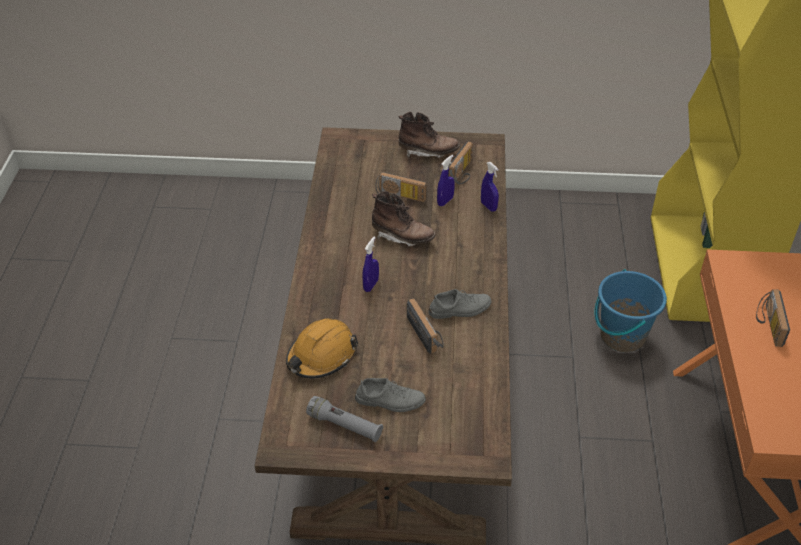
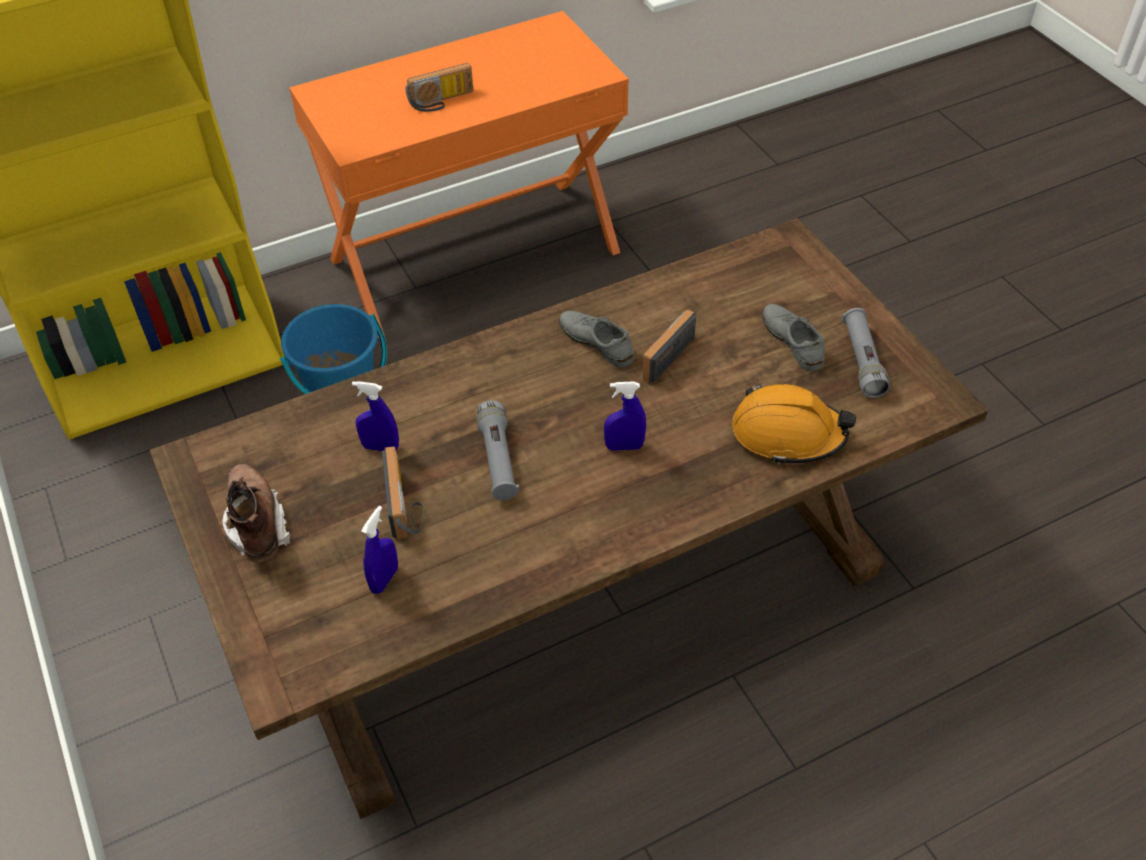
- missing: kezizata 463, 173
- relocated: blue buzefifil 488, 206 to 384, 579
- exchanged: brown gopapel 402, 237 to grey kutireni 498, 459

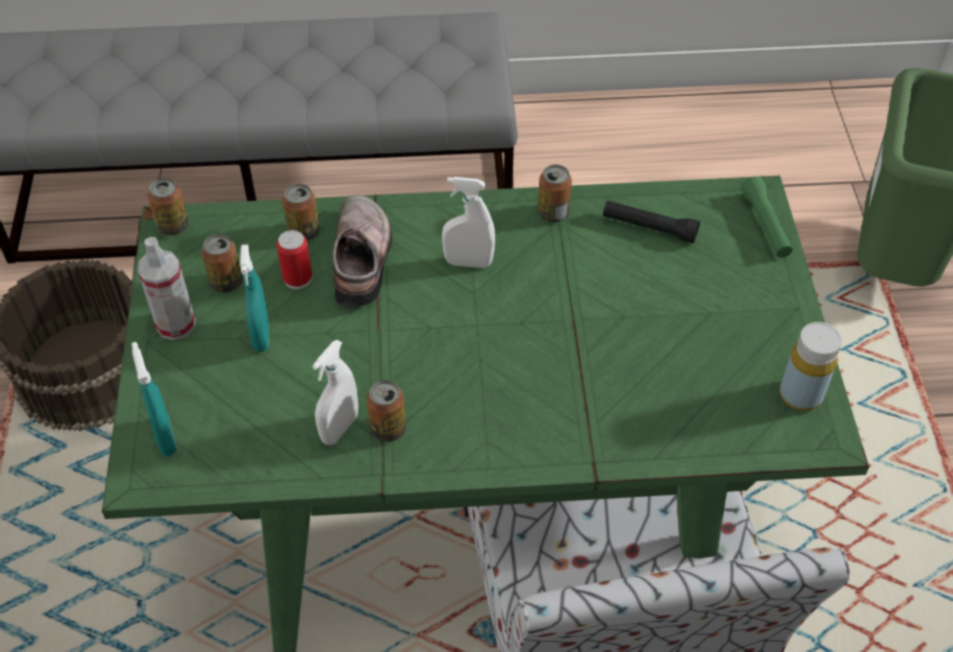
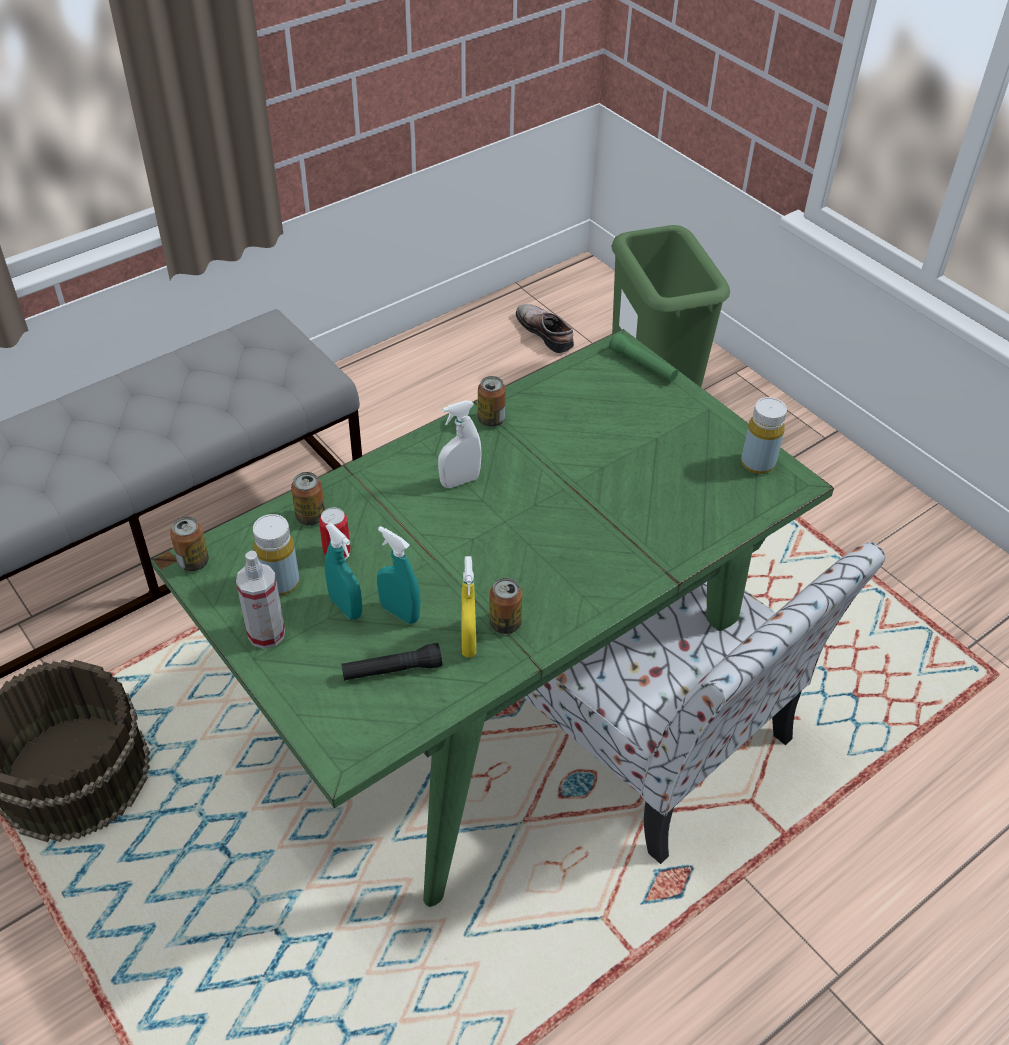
- relocated: turquoise buzefifil 165, 437 to 400, 612
- relocated: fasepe 364, 258 to 547, 332
- relocated: black kutireni 649, 228 to 392, 670
- exchanged: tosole 226, 282 to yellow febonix 280, 583
- colour: white buzefifil 339, 428 to yellow buzefifil 468, 641

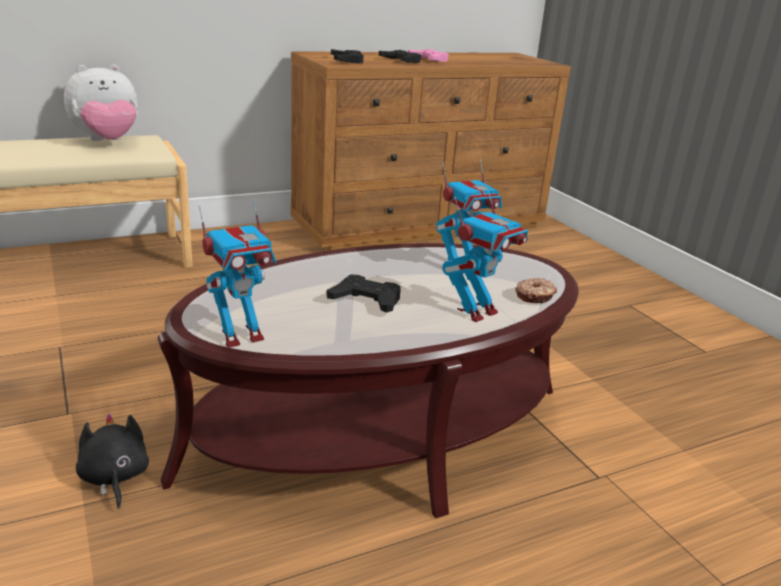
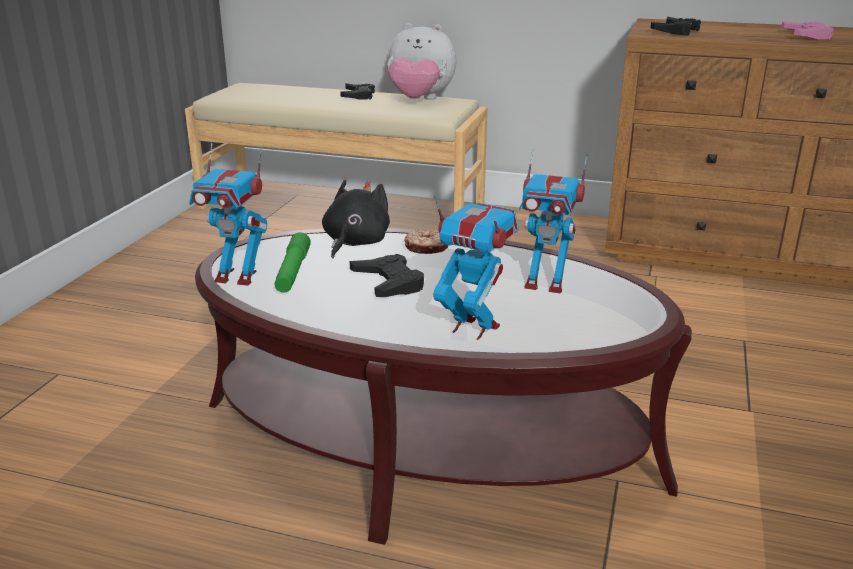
- appeared: green kutireni 293, 271
- relocated: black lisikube 114, 477 to 354, 243
- relocated: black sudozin 400, 61 to 358, 96
- relocated: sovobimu 535, 296 to 426, 248
- spun: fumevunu 476, 312 = 473, 328 150 degrees counterclockwise

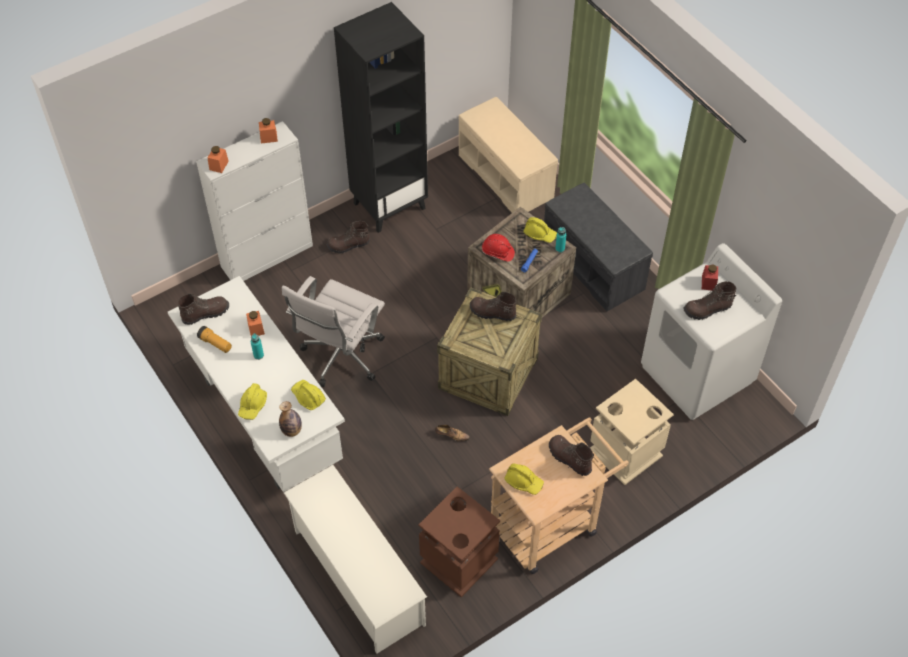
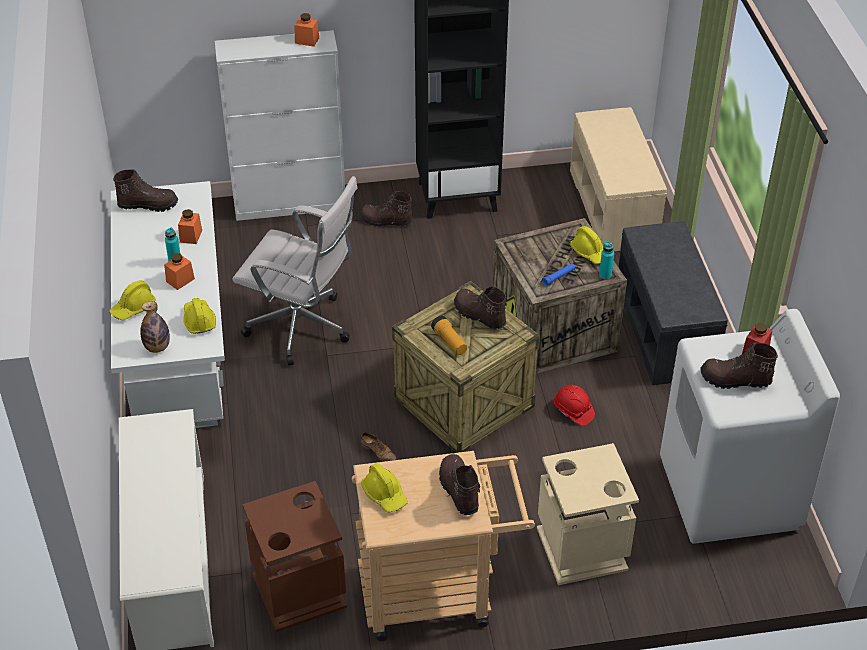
- relocated: kutireni 215, 343 to 449, 342
- relocated: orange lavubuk 219, 165 to 180, 280
- relocated: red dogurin 498, 252 to 573, 411
- spun: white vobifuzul 340, 358 = 303, 328 120 degrees counterclockwise

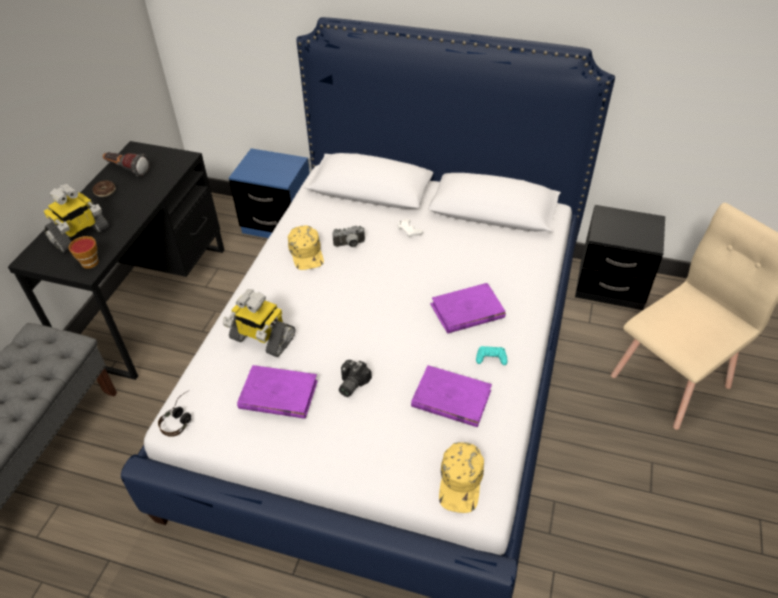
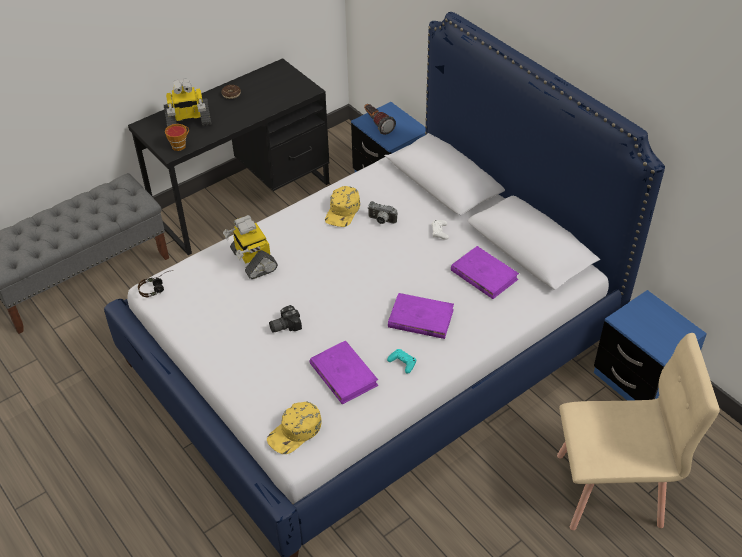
- relocated: kutireni 127, 170 to 377, 124
- relocated: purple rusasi 278, 395 to 483, 275
- colour: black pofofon 610, 286 to blue pofofon 639, 381

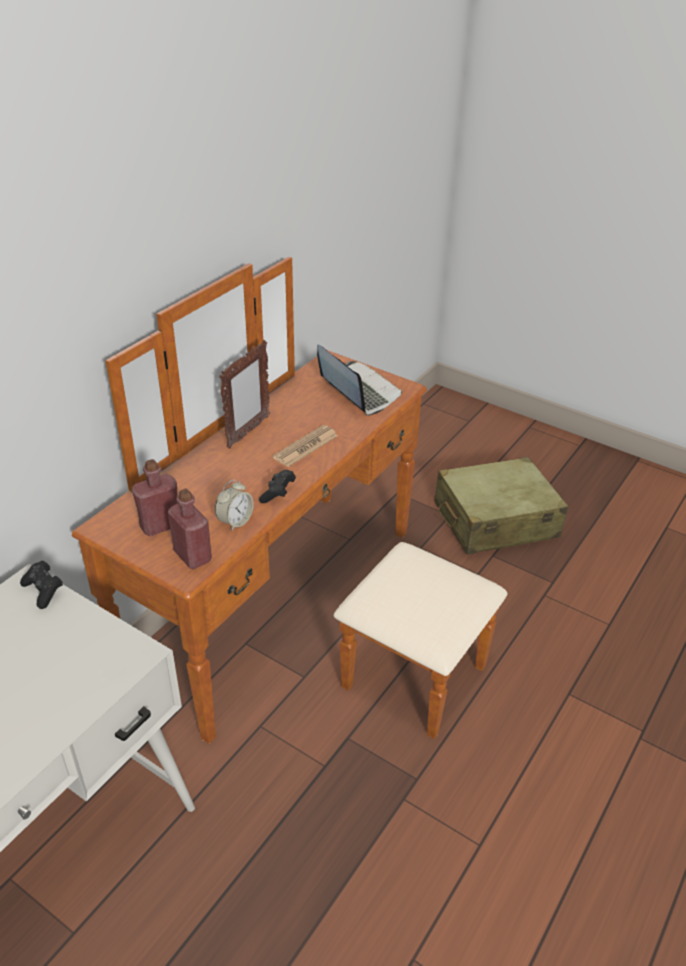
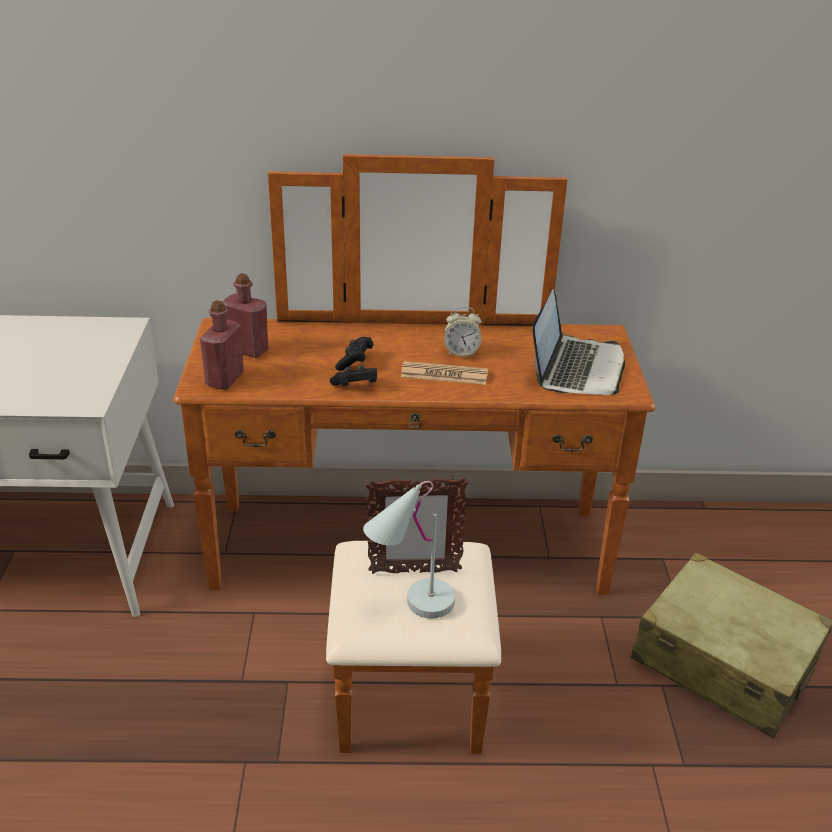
- appeared: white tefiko 409, 605
- relocated: black sudozin 44, 591 to 355, 362
- relocated: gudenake 235, 521 to 461, 352
- relocated: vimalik 248, 432 to 414, 571

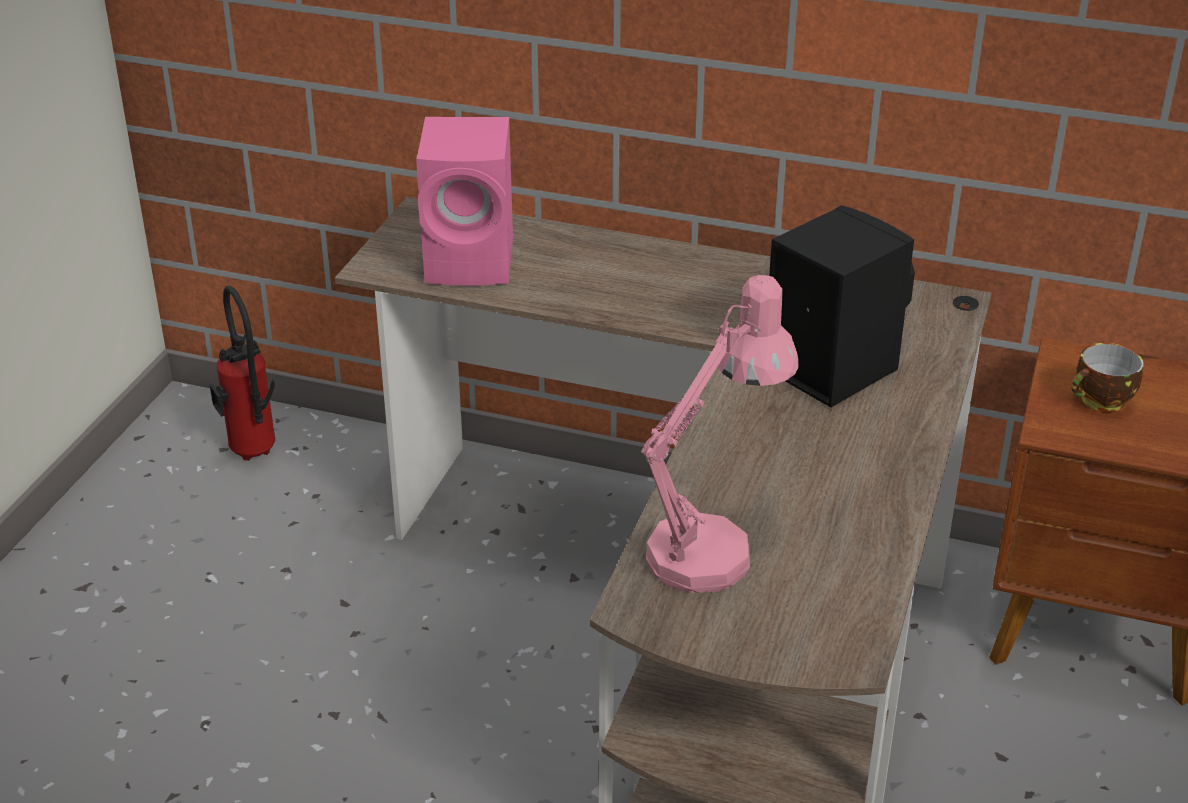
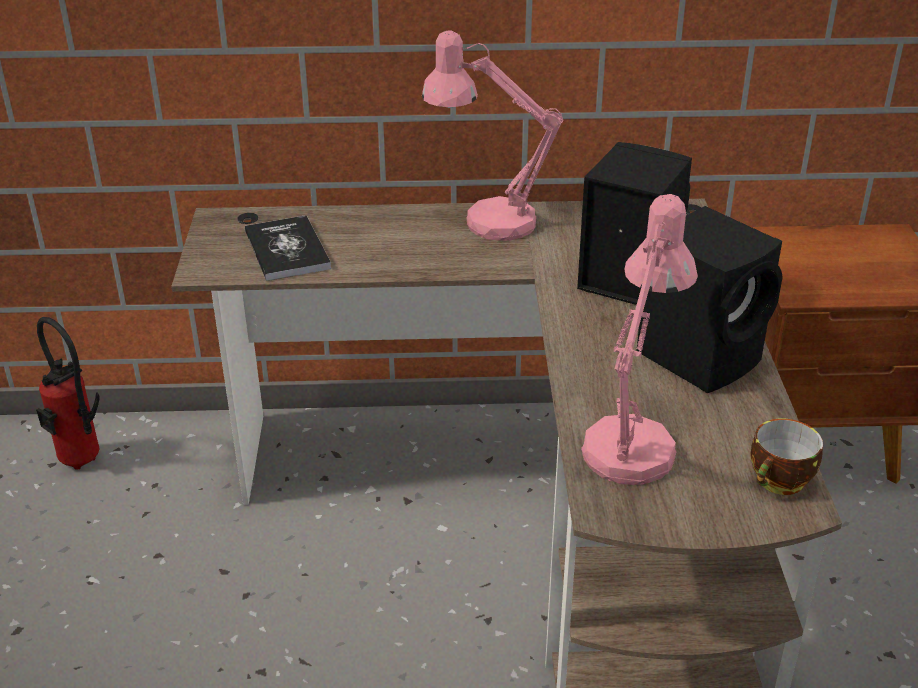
- appeared: pink tefiko 486, 221
- appeared: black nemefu 702, 356
- relocated: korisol 1101, 402 to 780, 482
- exchanged: pink nemefu 473, 261 to rusasi 287, 250

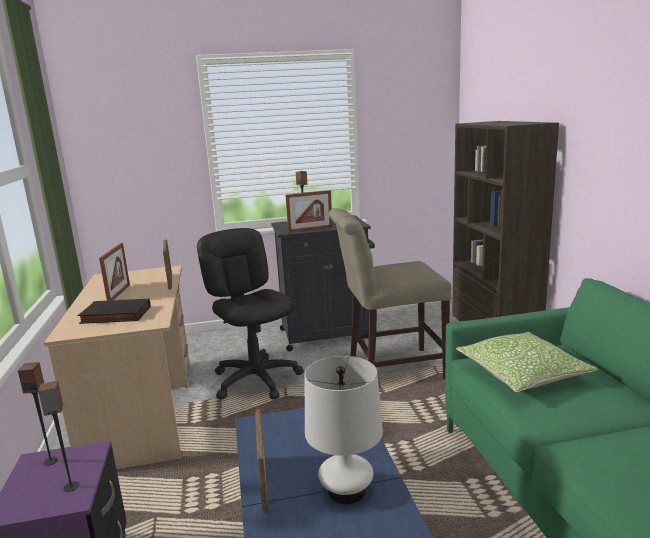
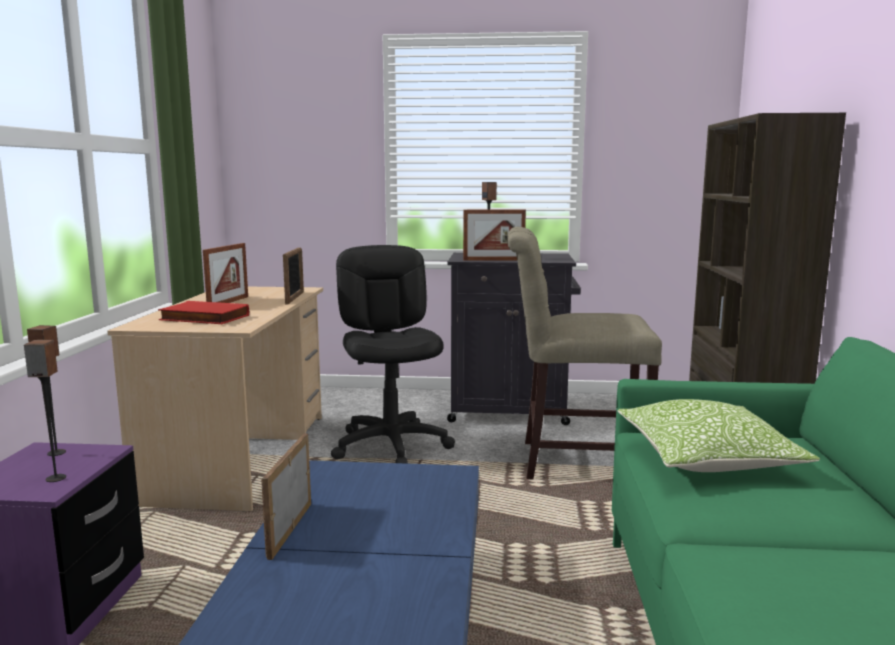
- missing: white tefiko 346, 490
- colour: black rusasi 115, 316 to red rusasi 203, 318

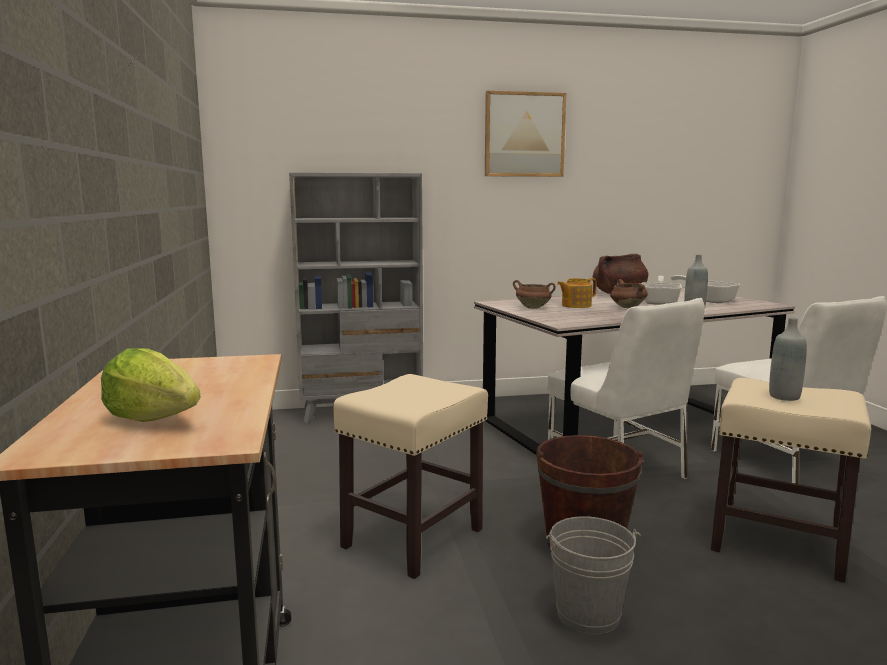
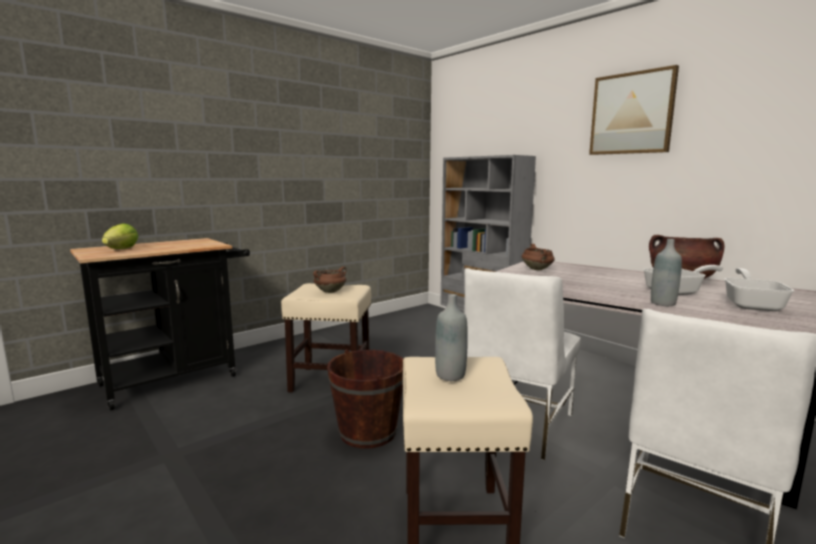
- missing: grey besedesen 588, 614
- missing: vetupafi 575, 305
- relocated: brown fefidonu 627, 307 to 330, 291

